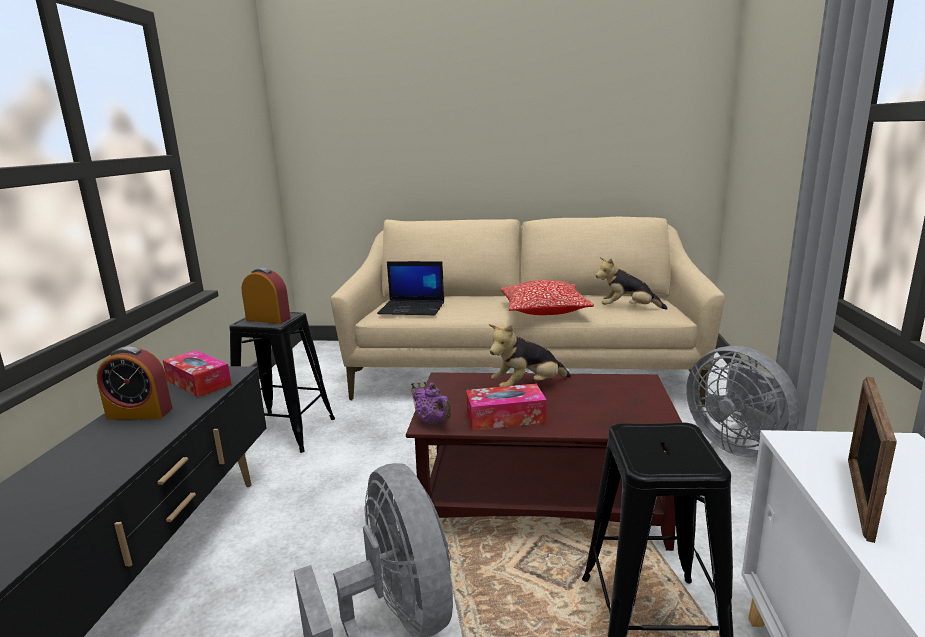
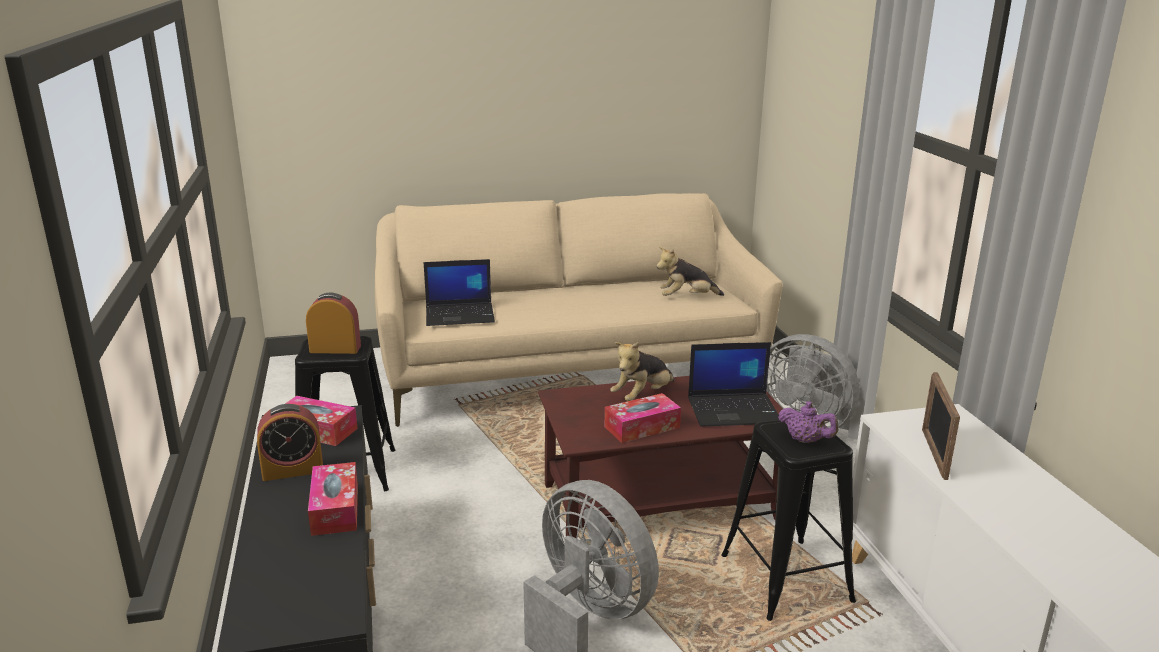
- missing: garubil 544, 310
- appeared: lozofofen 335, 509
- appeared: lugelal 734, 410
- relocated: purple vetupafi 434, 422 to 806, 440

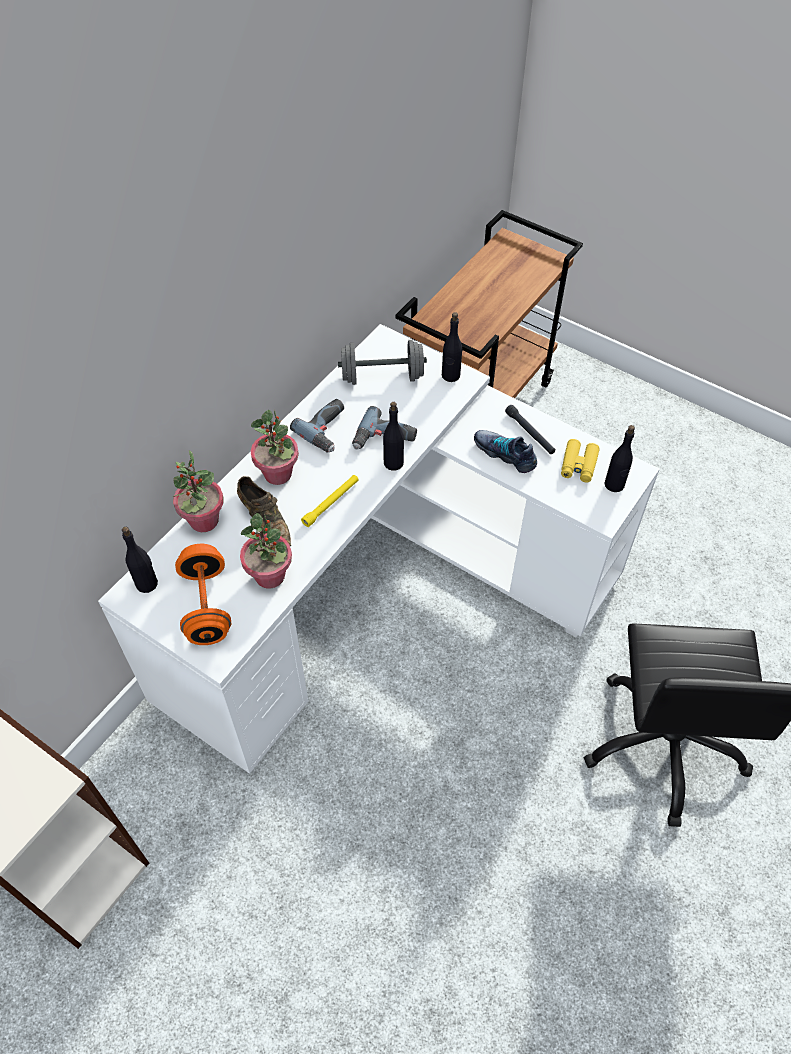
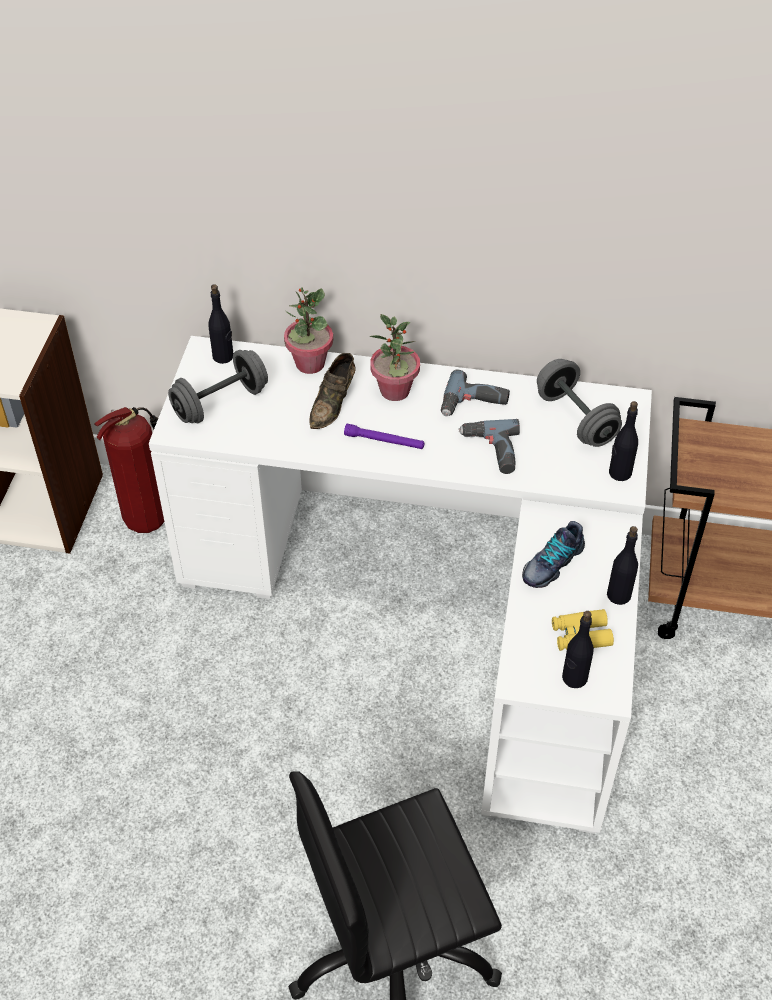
- missing: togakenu 270, 576
- missing: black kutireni 530, 433
- appeared: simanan 150, 517
- relocated: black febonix 393, 462 to 619, 595
- colour: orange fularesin 206, 606 to grey fularesin 220, 403
- colour: yellow kutireni 331, 503 to purple kutireni 384, 441
- spun: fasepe 505, 454 = 551, 563 150 degrees counterclockwise

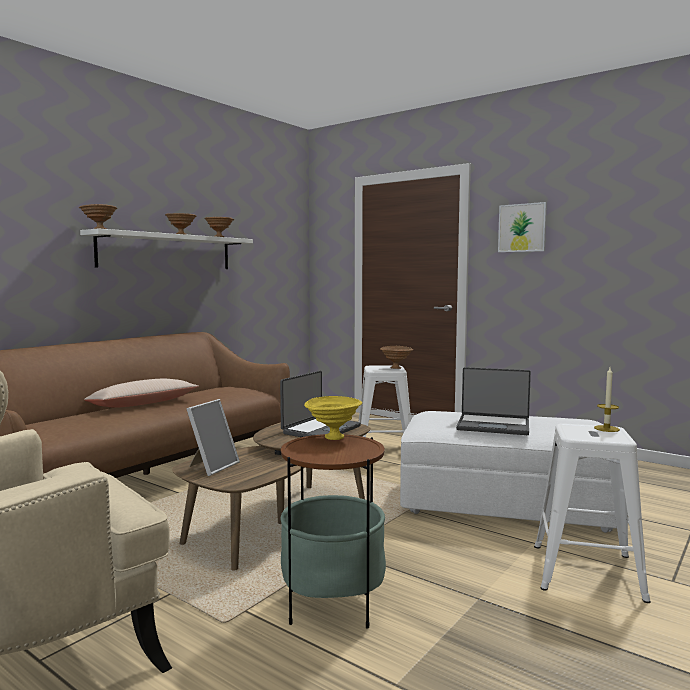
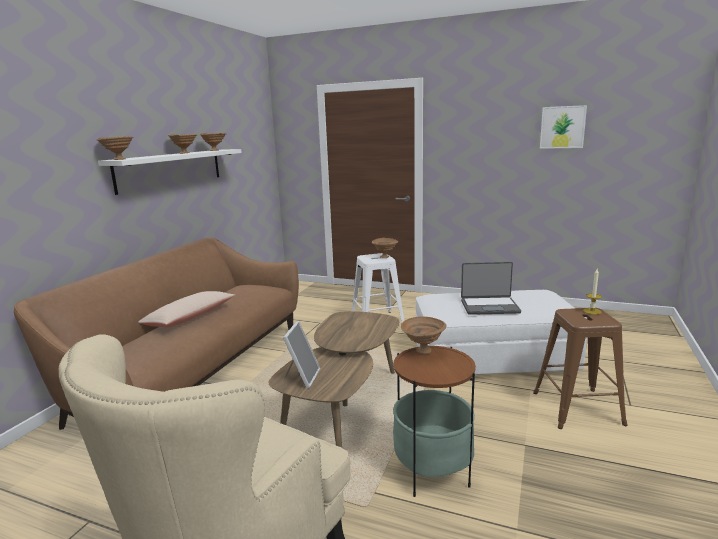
- missing: lugelal 320, 429
- relocated: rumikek 522, 228 to 562, 127
- colour: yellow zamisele 333, 437 to brown zamisele 423, 351
- colour: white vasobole 588, 572 to brown vasobole 578, 408

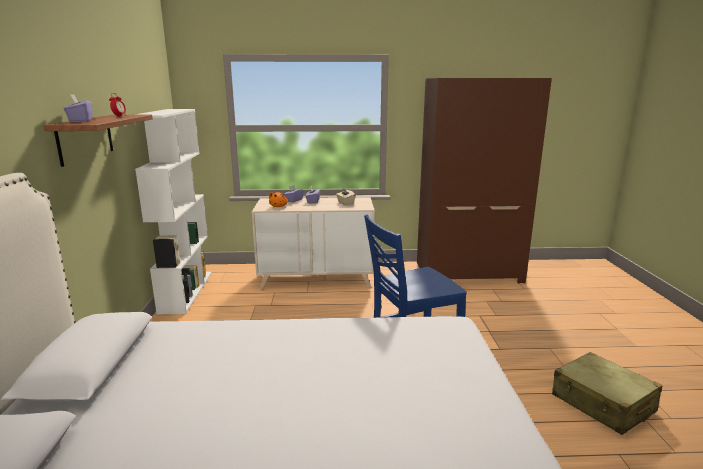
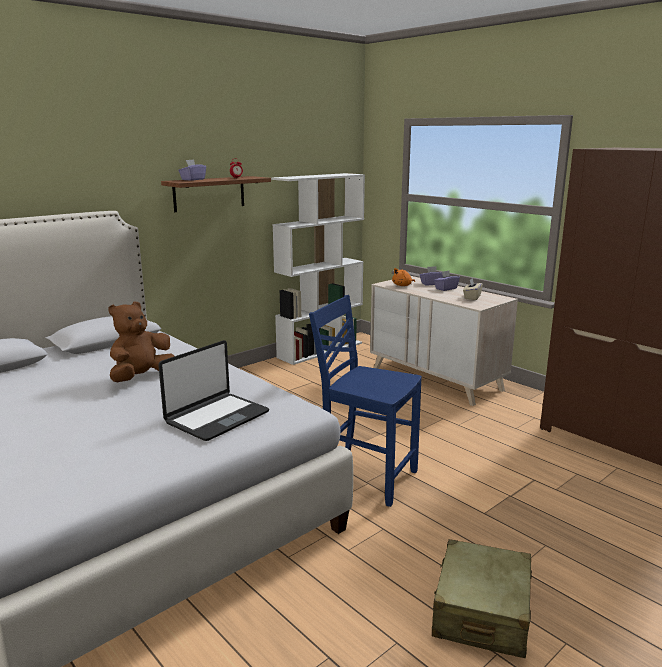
- appeared: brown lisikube 141, 377
- appeared: lugelal 216, 417

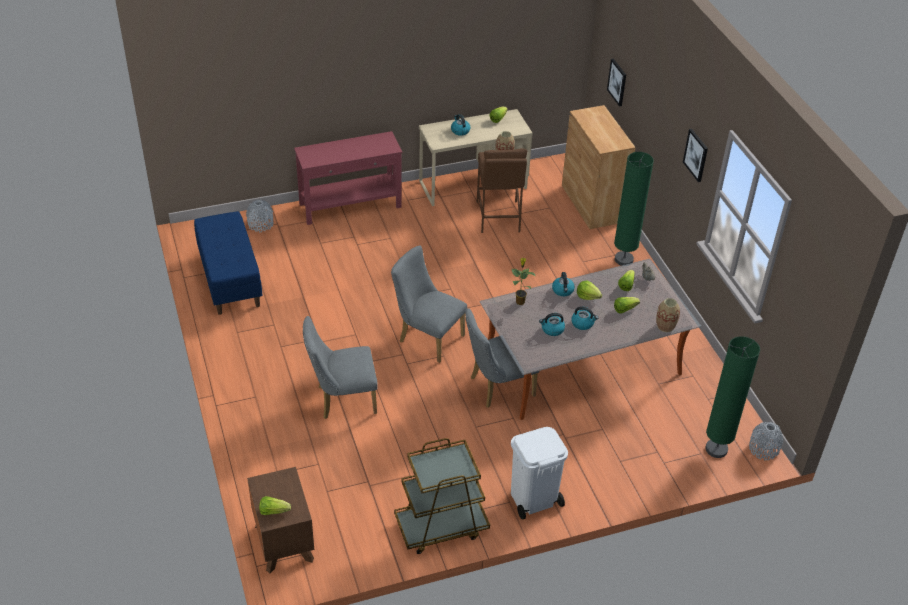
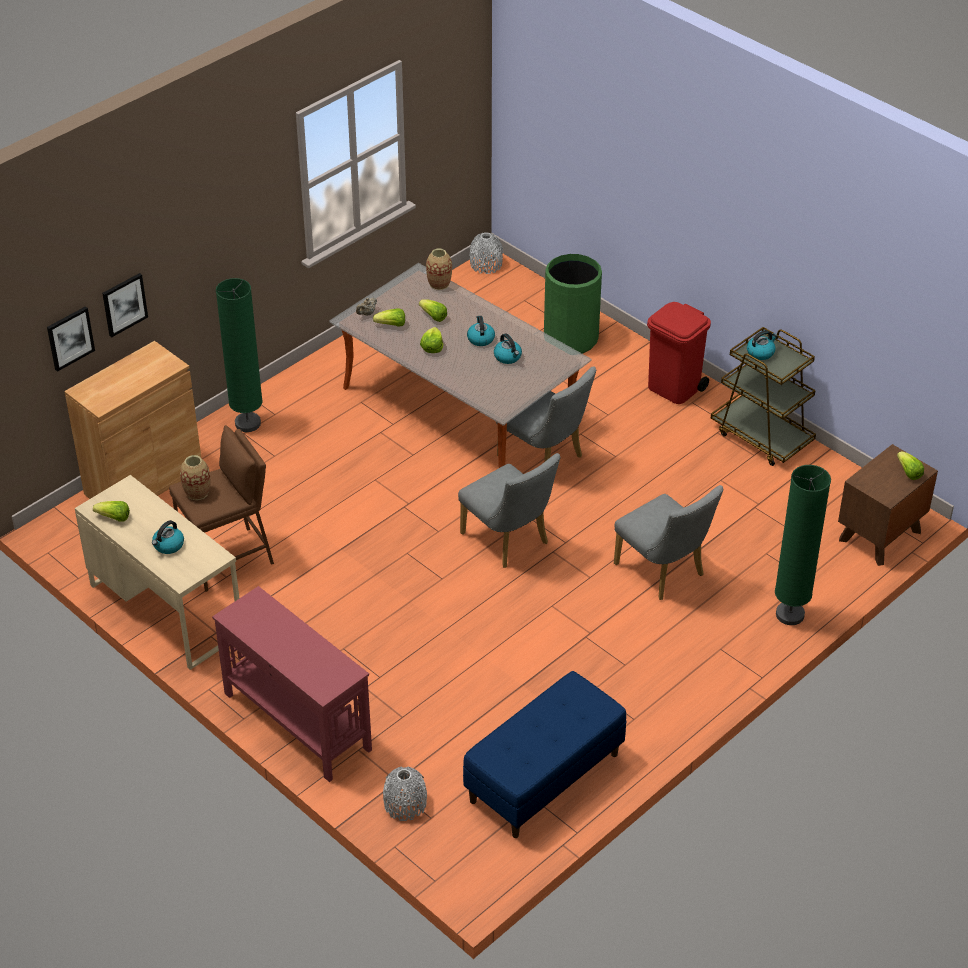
- missing: togakenu 520, 301
- appeared: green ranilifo 571, 338
- relocated: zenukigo 563, 290 to 760, 352
- relocated: rumikek 696, 155 to 124, 304
- relocated: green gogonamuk 716, 449 to 790, 615
- colour: white ranilifo 533, 499 to red ranilifo 674, 388
- spun: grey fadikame 427, 337 = 509, 541 45 degrees counterclockwise

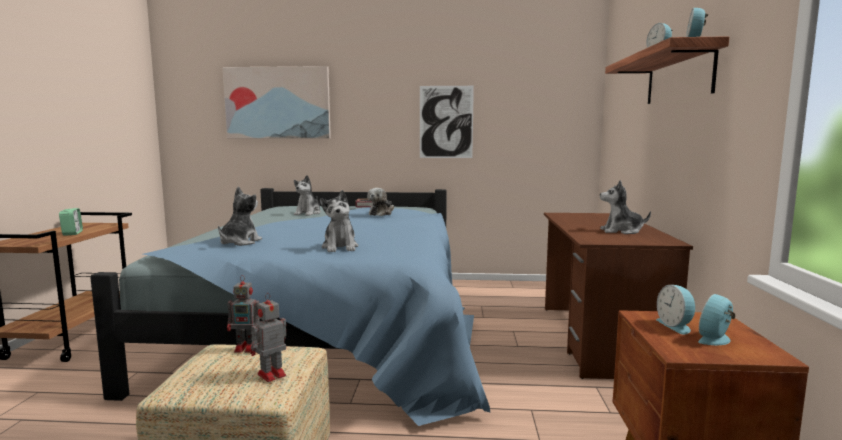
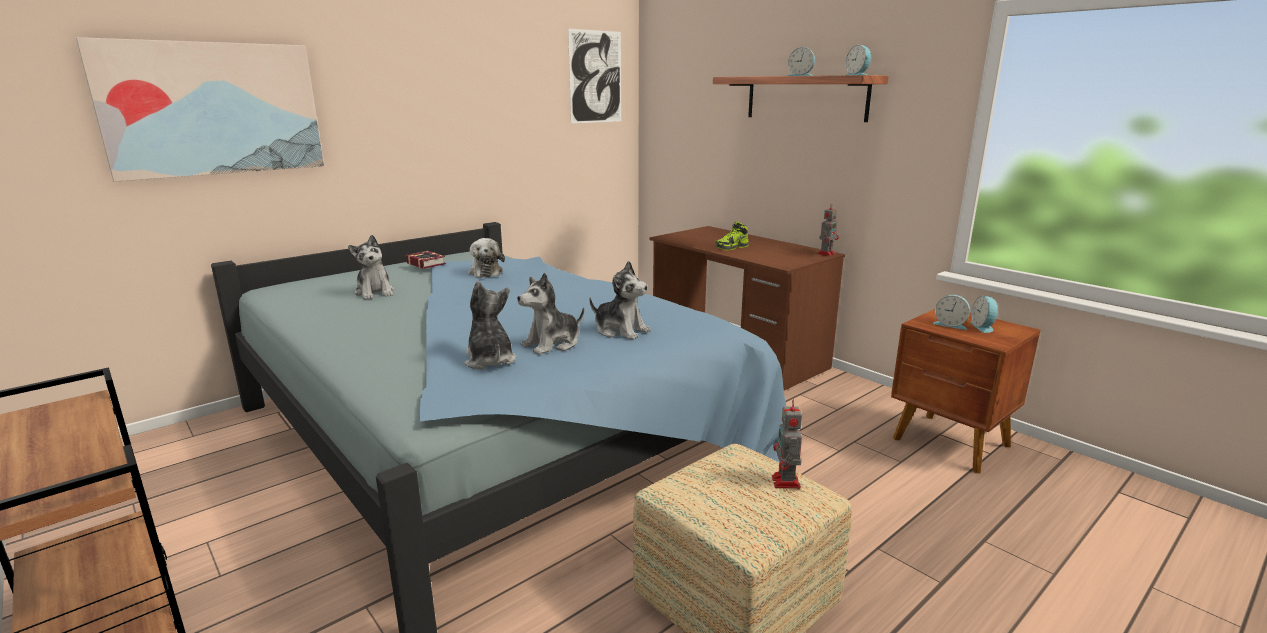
- missing: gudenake 72, 233
- appeared: fasepe 731, 247
- relocated: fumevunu 247, 348 to 826, 254
- relocated: rumikek 446, 122 to 595, 77
- relocated: lisikube 621, 231 to 552, 344

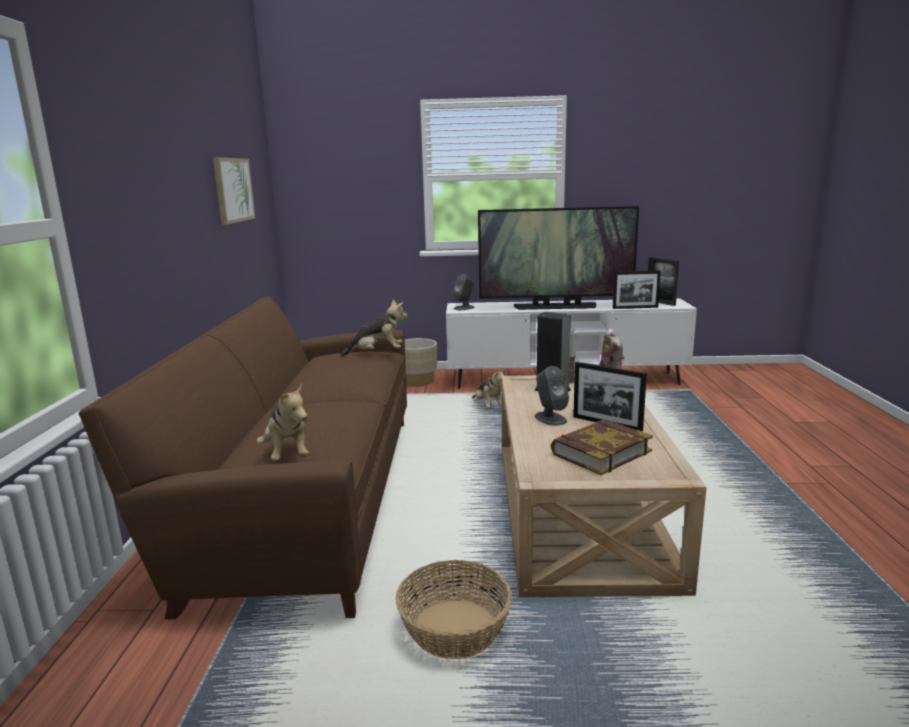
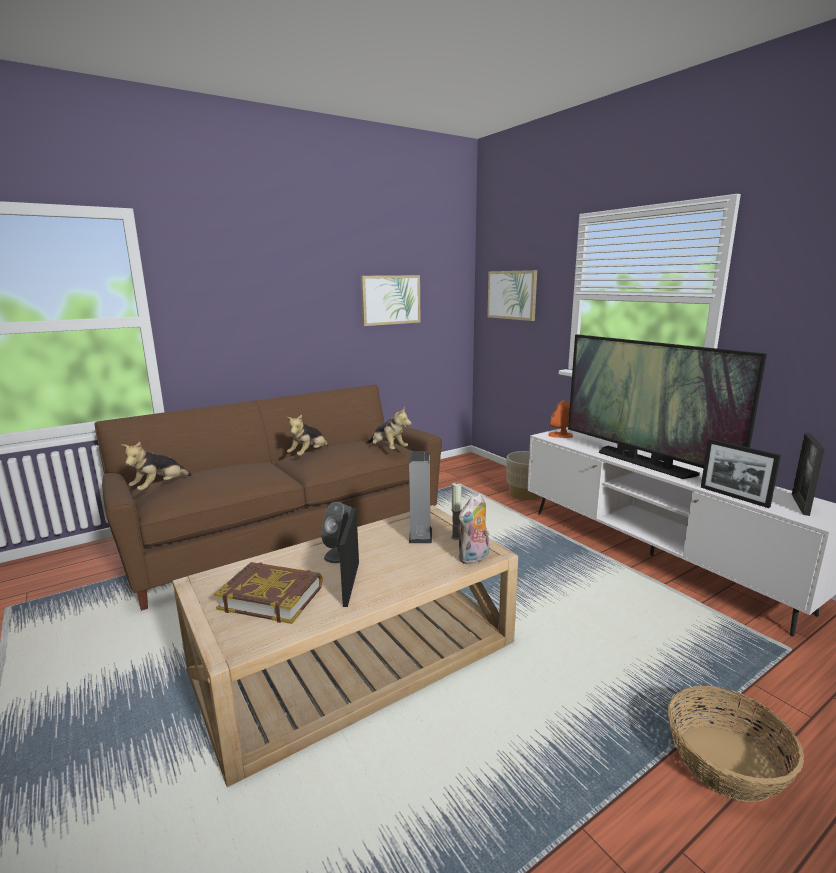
- appeared: rumikek 512, 295
- relocated: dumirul 453, 628 to 724, 761
- relocated: lisikube 488, 407 to 308, 454
- colour: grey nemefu 464, 308 to orange nemefu 560, 435

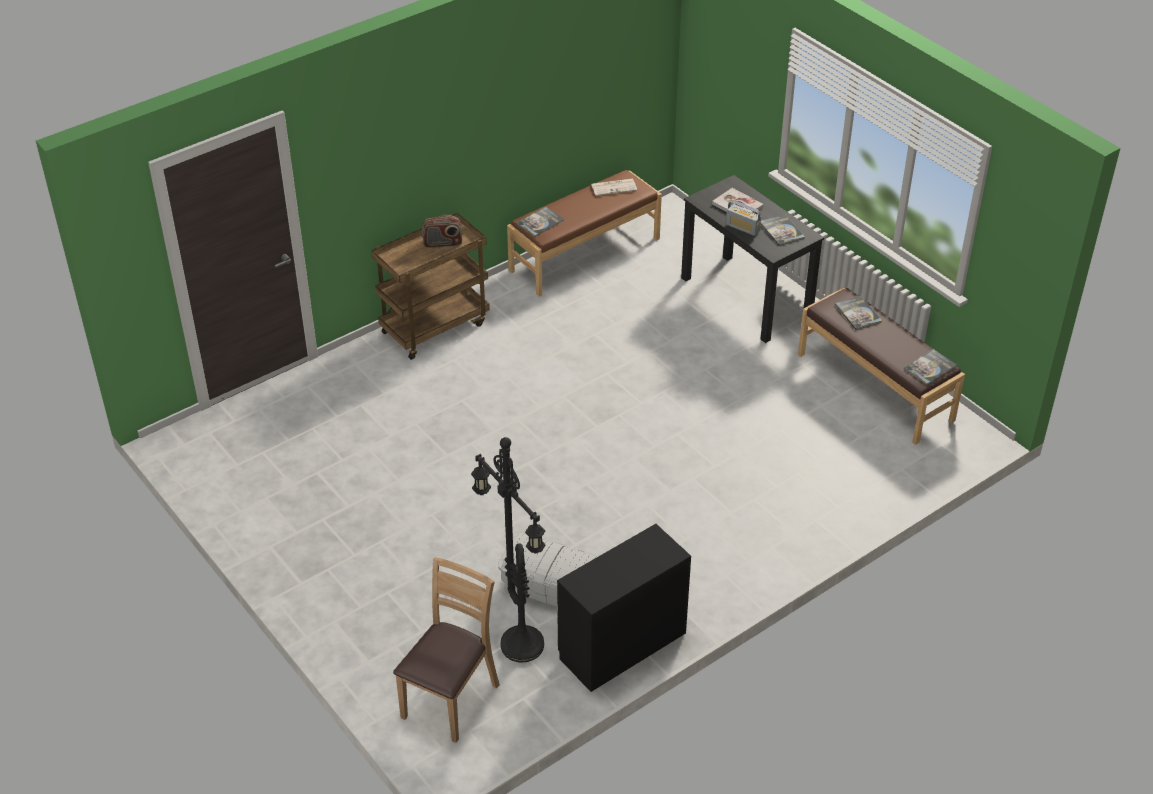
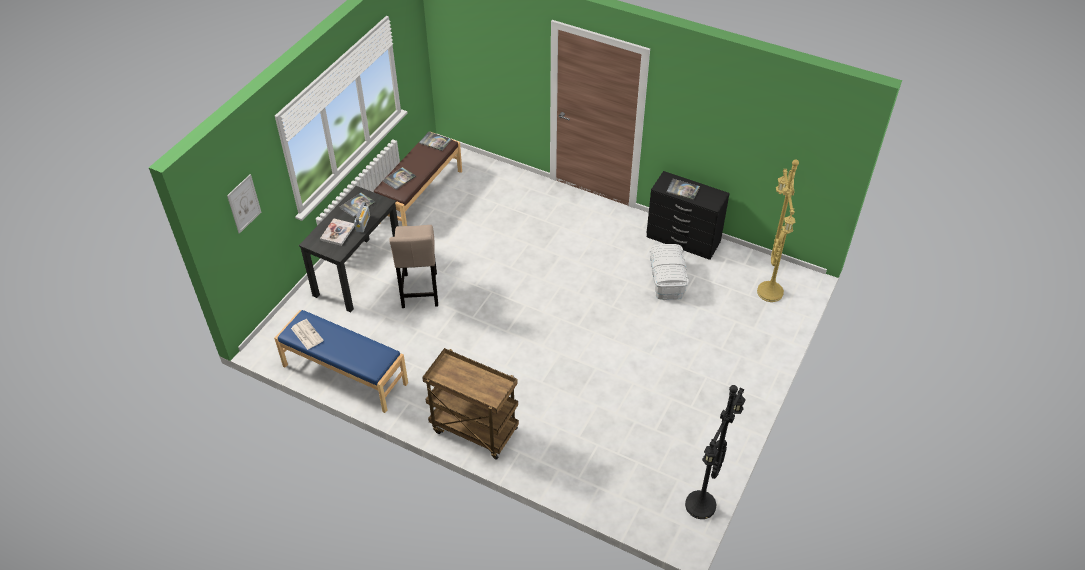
- missing: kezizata 442, 243
- appeared: rumikek 244, 203
- appeared: beige vasobole 420, 292
- relocated: black gogonamuk 518, 645 to 702, 507
- relocated: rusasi 540, 222 to 683, 190
- exchanged: brown fadikame 450, 700 to yellow gogonamuk 768, 291
- colour: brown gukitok 584, 254 to blue gukitok 344, 375

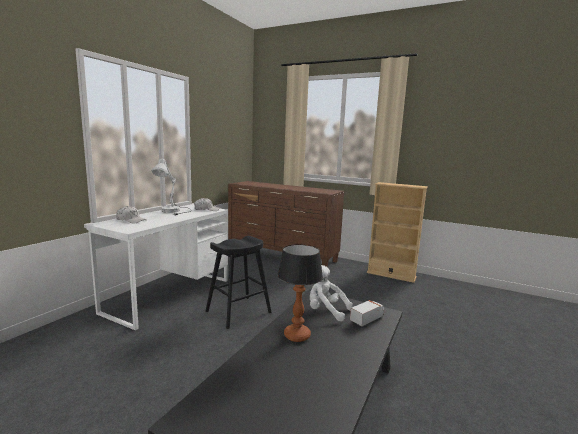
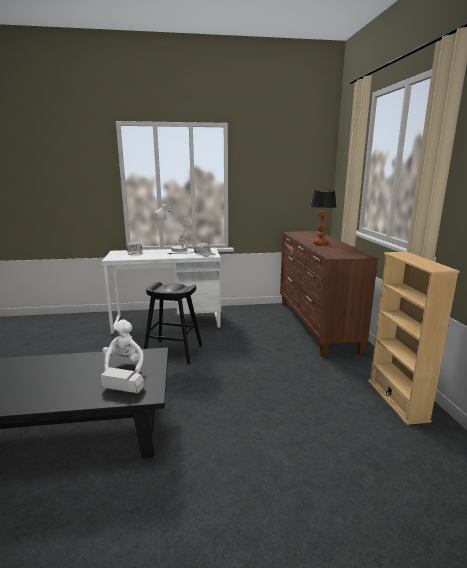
- relocated: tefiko 296, 335 to 320, 243

